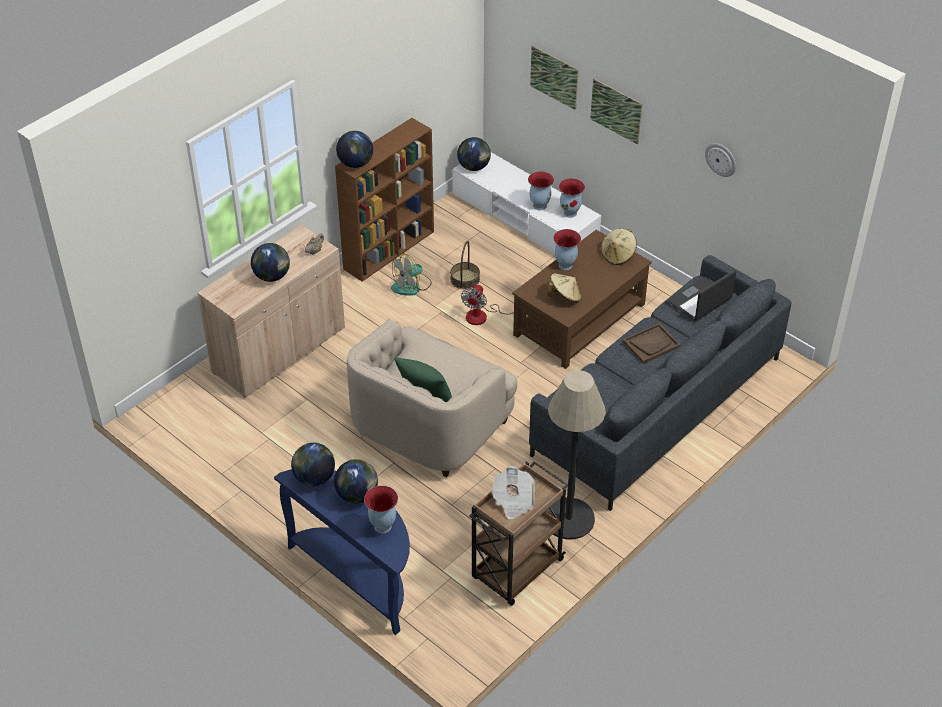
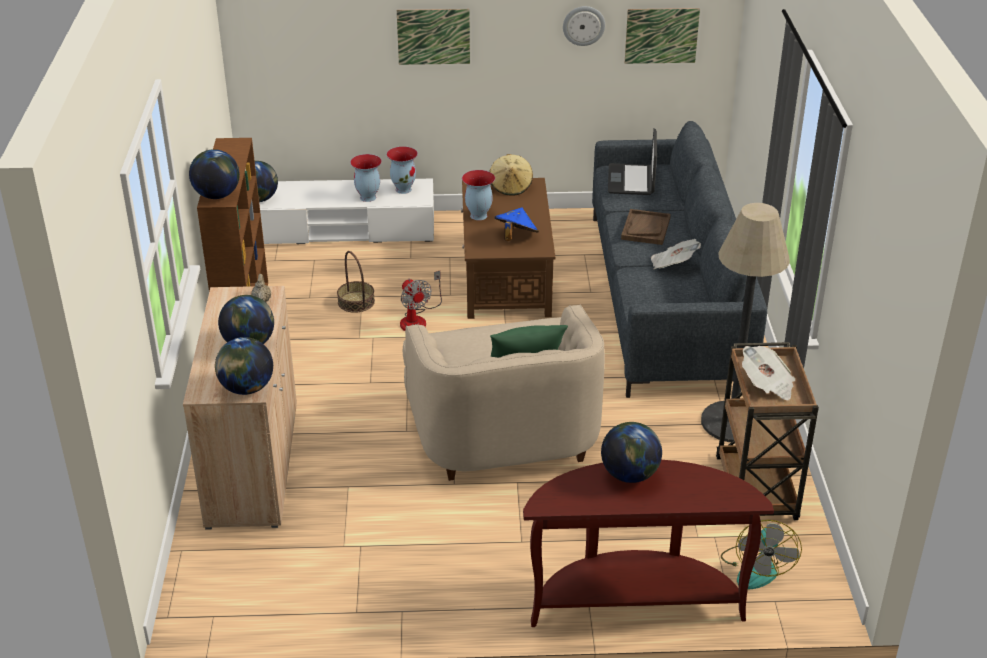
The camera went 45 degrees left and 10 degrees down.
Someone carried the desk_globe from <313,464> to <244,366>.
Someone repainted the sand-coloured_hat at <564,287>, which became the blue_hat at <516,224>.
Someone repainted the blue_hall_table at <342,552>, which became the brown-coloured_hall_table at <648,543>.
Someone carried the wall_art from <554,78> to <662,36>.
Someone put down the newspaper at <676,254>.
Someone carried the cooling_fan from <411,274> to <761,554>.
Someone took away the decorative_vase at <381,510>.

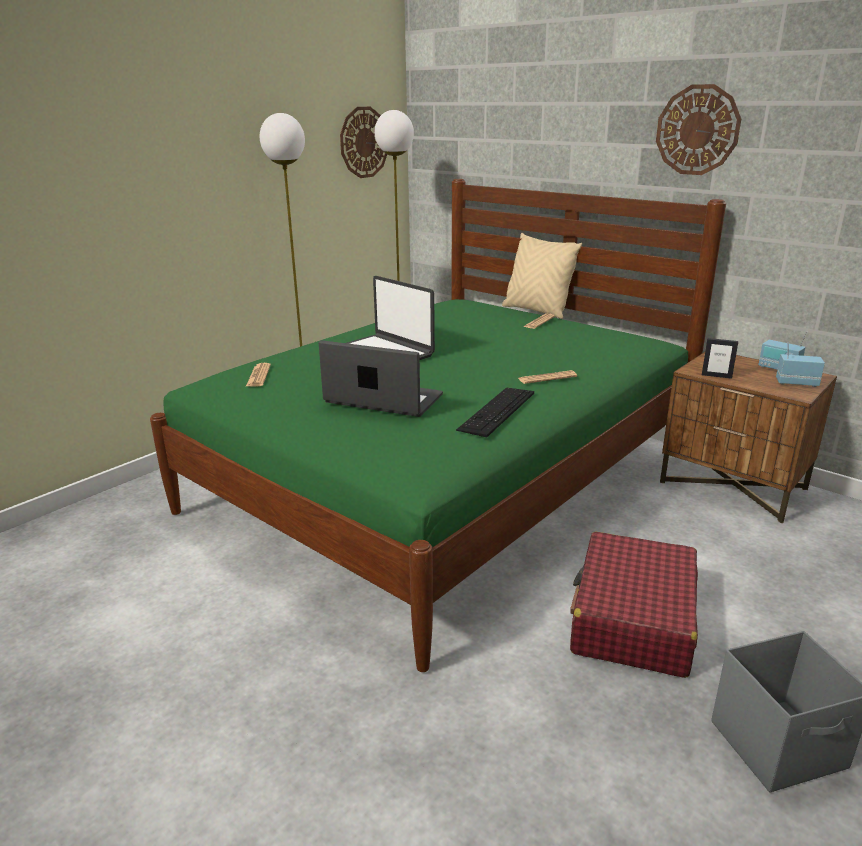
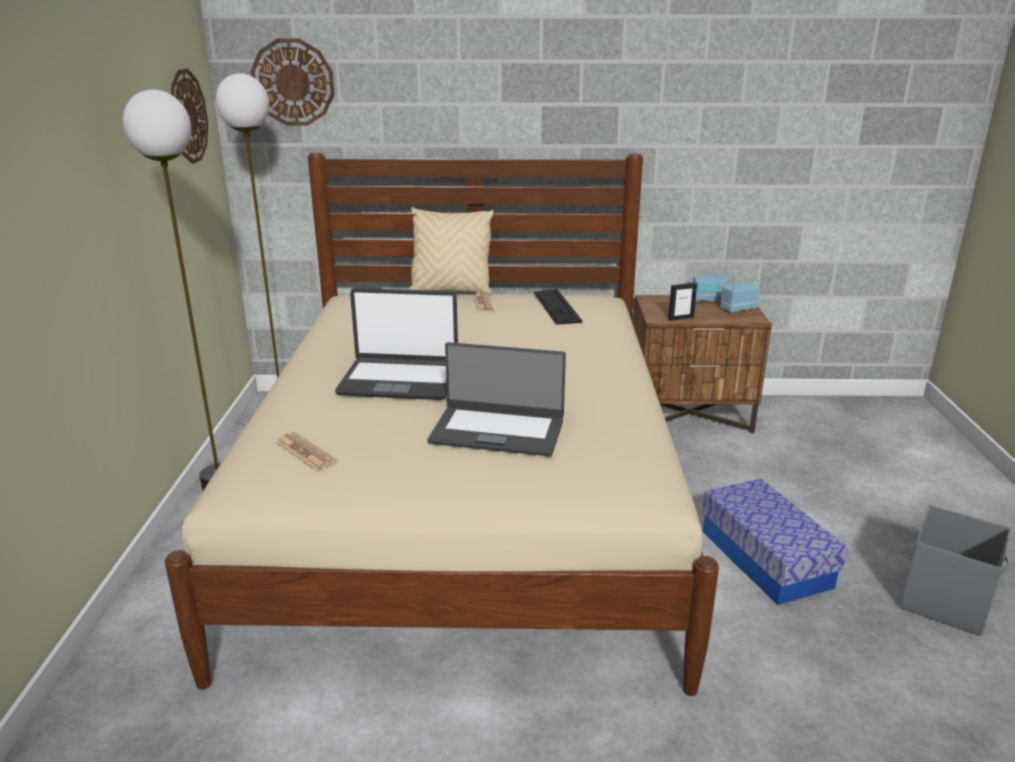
The camera went 40 degrees left and 0 degrees up.
Someone repainted the green-coloured_bed at <438,425>, which became the sand-coloured_bed at <442,424>.
Someone carried the clock_on_the_wall from <698,129> to <292,82>.
Someone rotated the notebook_computer at <381,378> by 150 degrees counterclockwise.
Someone carried the PC_keyboard from <495,412> to <557,307>.
Someone swapped the red-coloured_piece_of_luggage at <634,605> for the storage_box at <775,542>.
Someone took away the newspaper at <547,377>.

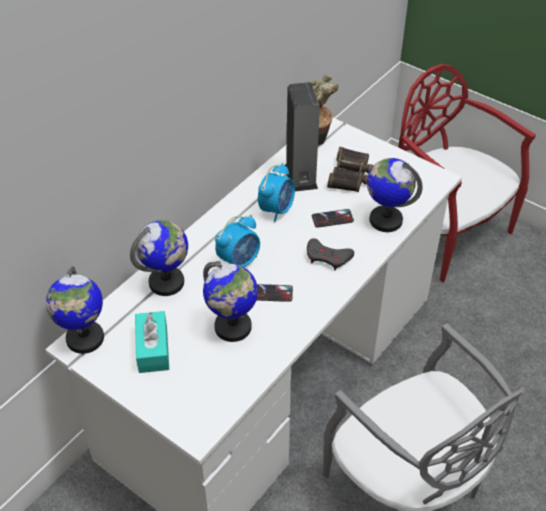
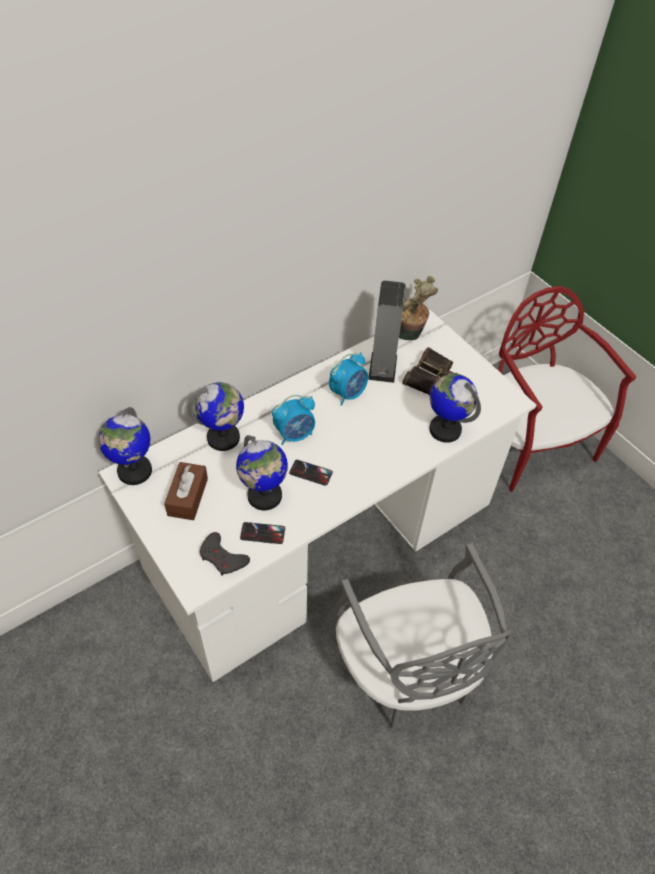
The camera went 15 degrees right and 5 degrees up.
Someone repainted the turquoise-coloured_tissue_box at <152,342>, which became the brown-coloured_tissue_box at <186,491>.
Someone carried the greyish_gamepad from <330,254> to <225,554>.
Someone carried the phone from <333,218> to <262,533>.

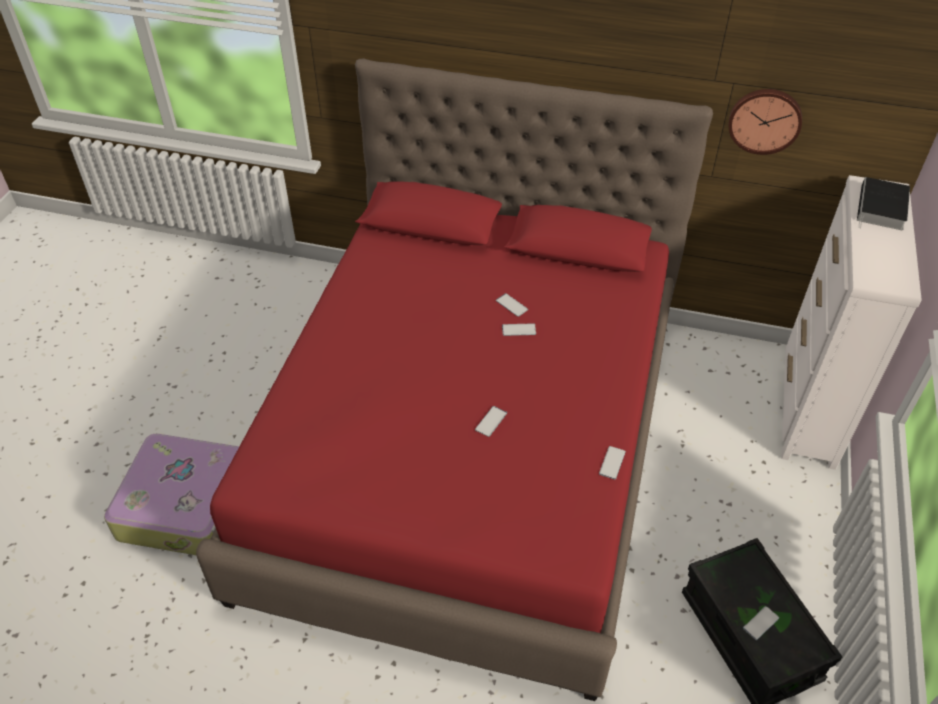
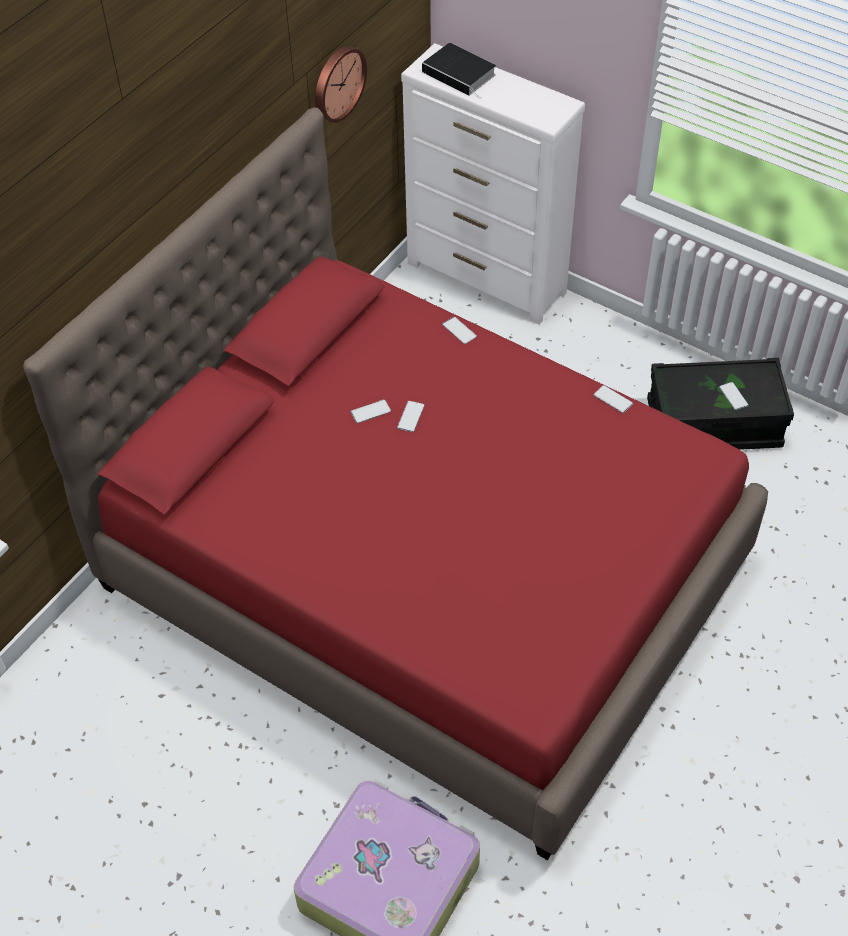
The camera went 70 degrees left and 5 degrees up.
Someone carried the phone from <491,421> to <459,330>.

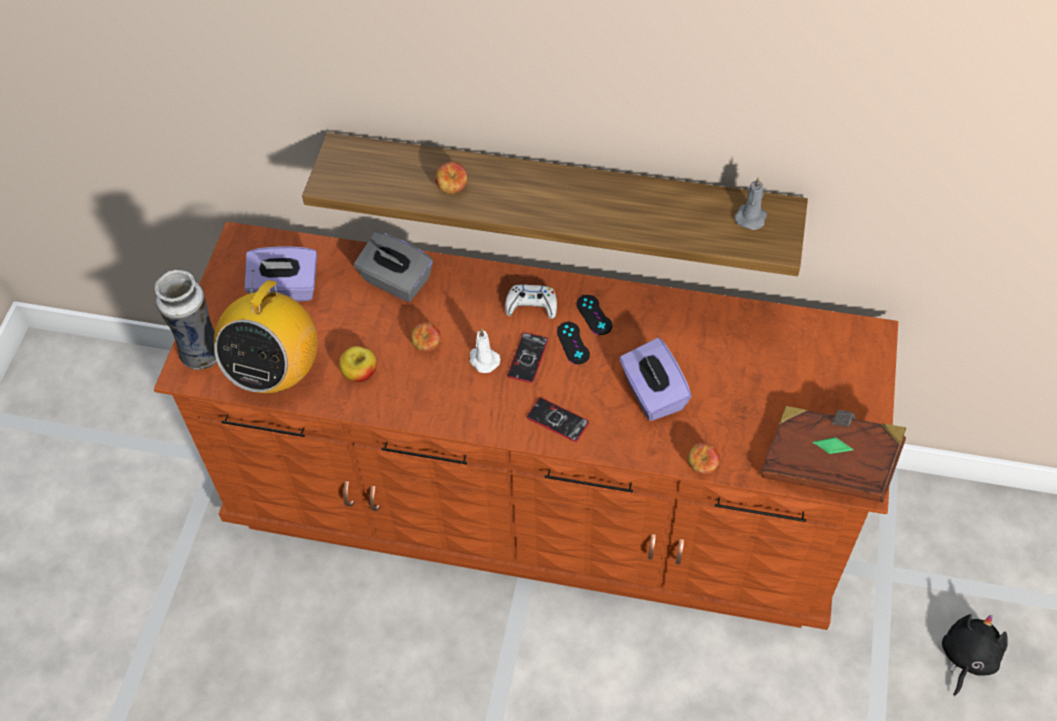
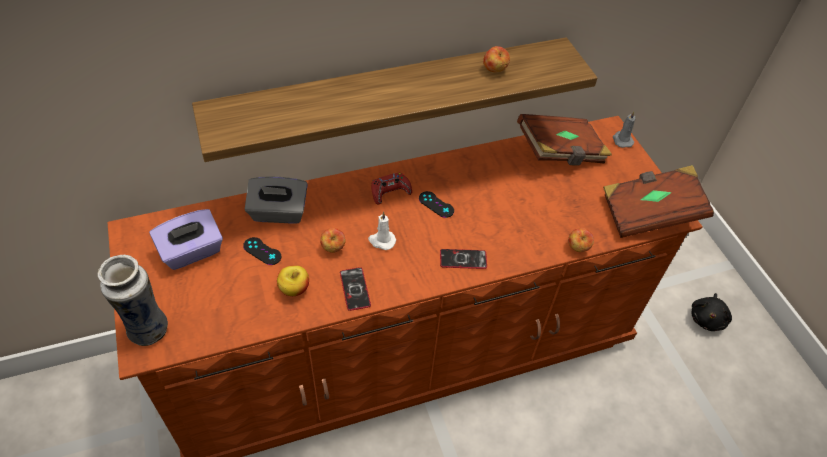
The camera went 35 degrees left and 5 degrees down.
Someone carried the black_gamepad from <595,315> to <262,251>.
Someone carried the phone from <528,357> to <355,289>.
Someone repainted the white-coloured_gamepad at <531,302>, which became the red-coloured_gamepad at <391,188>.
Someone carried the whole_apple from <451,178> to <496,59>.
Someone put down the brown-coloured_volume at <564,140>.
Someone carried the greyish_wax_candle from <750,203> to <624,130>.
Someone rotated the black_plush_toy at <975,655> by 150 degrees counterclockwise.
Someone took away the radio at <266,331>.
Someone took away the purplish_tissue_box at <656,379>.

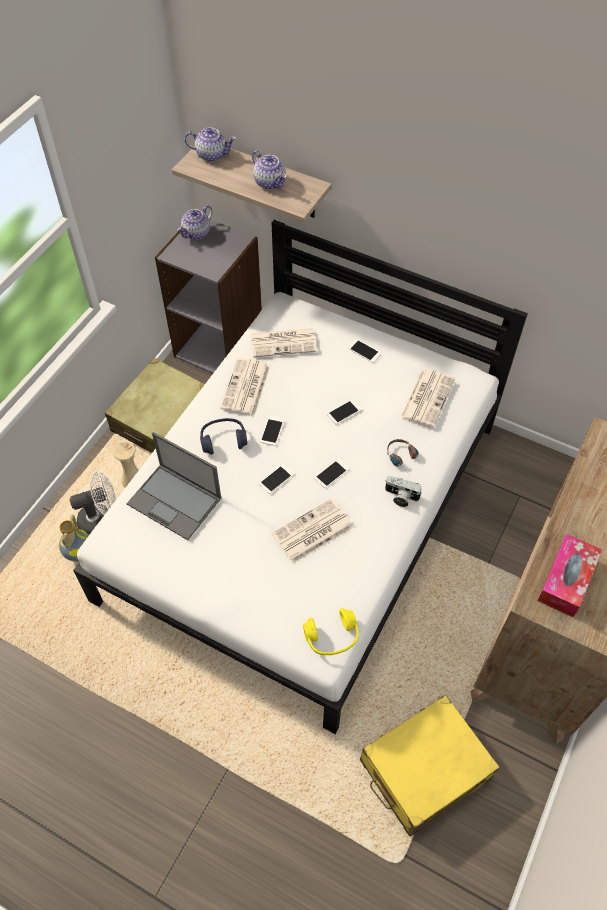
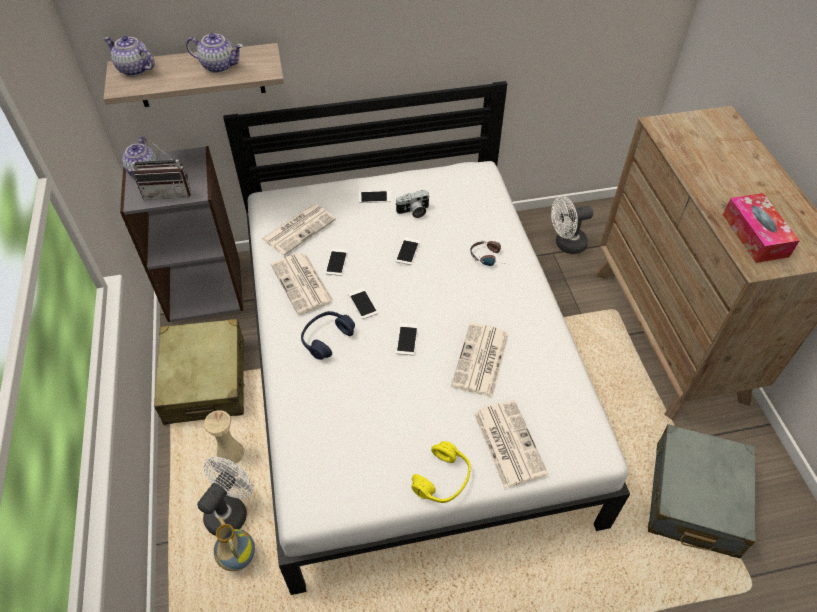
The camera went 40 degrees left and 5 degrees down.
Someone rotated the tea_pot at <210,145> by 120 degrees counterclockwise.
Someone put down the radio at <161,170>.
Someone carried the phone from <332,473> to <336,262>.
Someone carried the photo_camera from <403,491> to <412,204>.
Someone carried the yellowish_headphones from <331,632> to <441,472>.
Someone carried the newspaper from <427,398> to <511,444>.
Someone put down the white-coloured_cooling_fan at <572,225>.
Someone repainted the yellowish_piece_of_luggage at <430,765>, which became the greyish_piece_of_luggage at <702,491>.
Someone took away the notebook_computer at <173,486>.

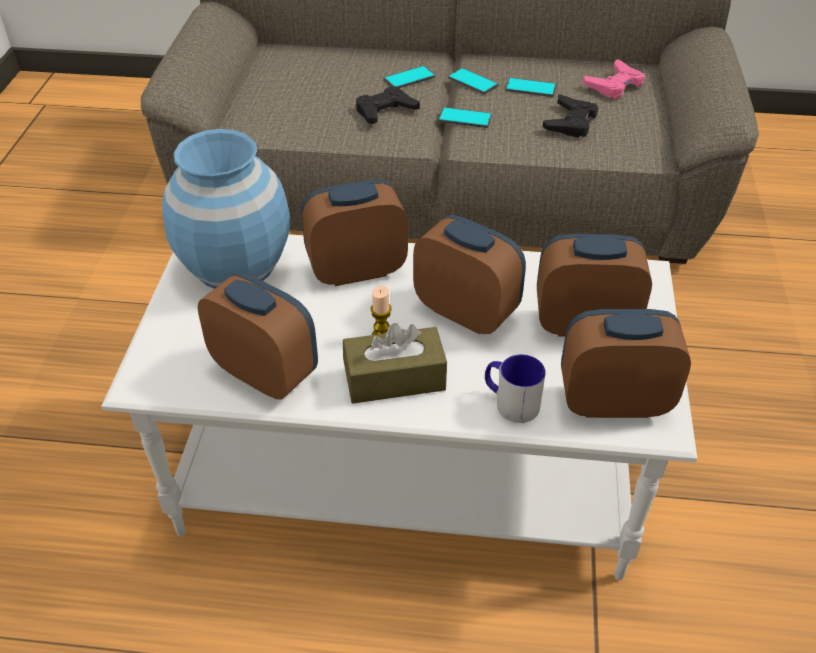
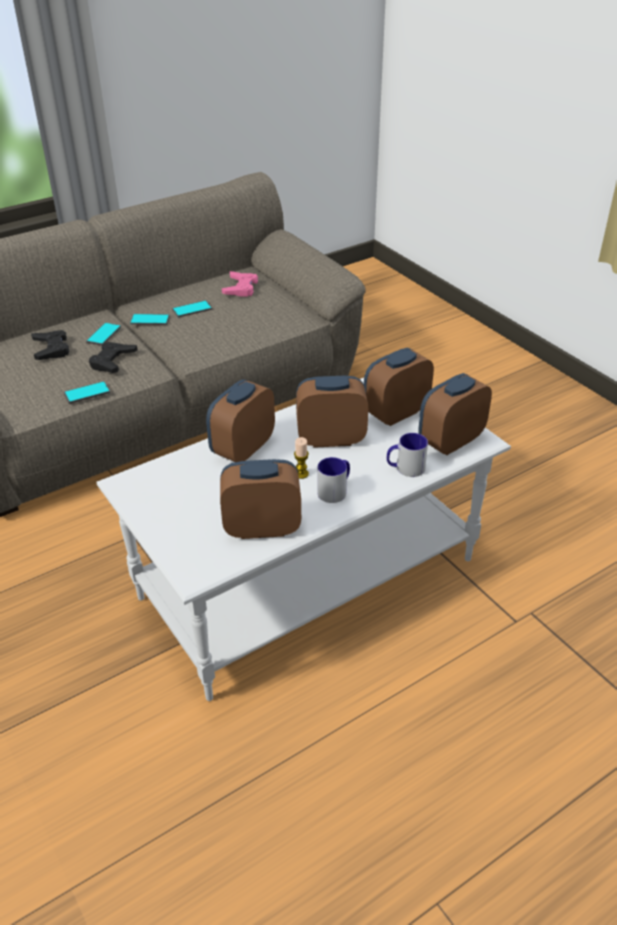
The camera went 40 degrees left and 5 degrees down.
Someone carried the black_gamepad from <570,115> to <50,345>.
Someone carried the phone from <465,117> to <87,392>.
Someone swapped the brown-coloured_tissue_box at <395,363> for the coffee_mug at <334,480>.
Someone took away the blue_decorative_vase at <226,209>.

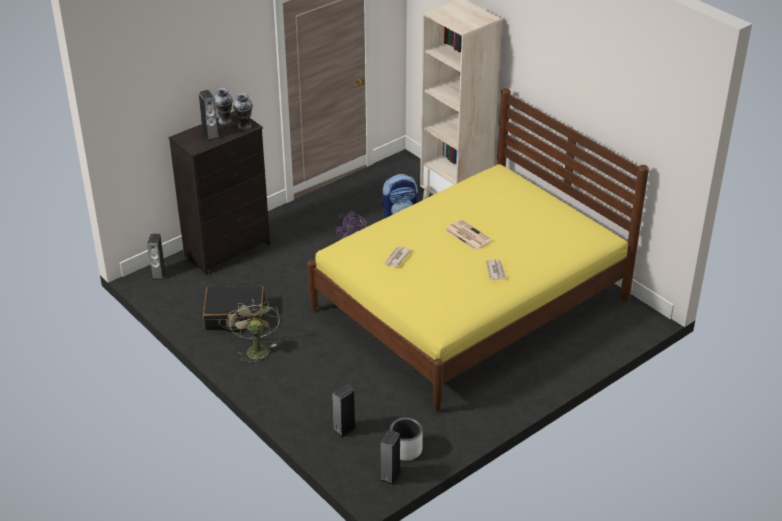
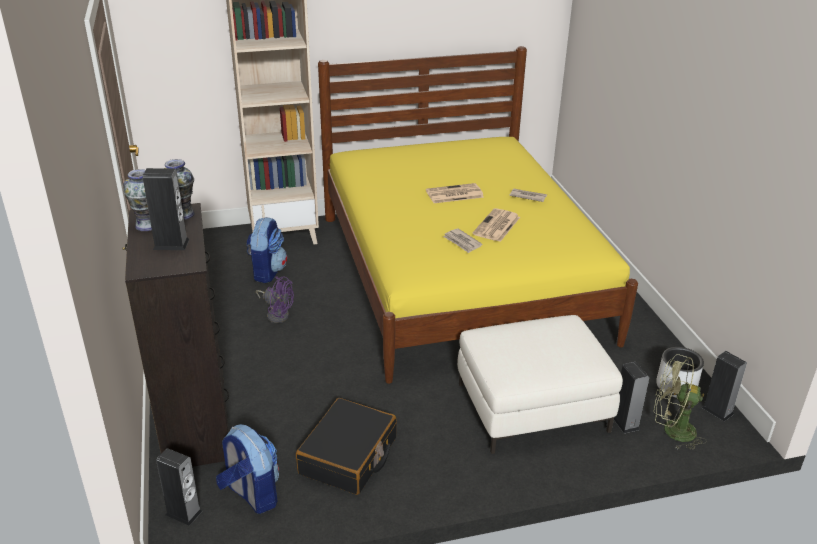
The camera went 65 degrees left and 5 degrees down.
Someone put down the backpack at <247,469>.
Someone put down the white-coloured_pouffe at <540,384>.
Someone put down the newspaper at <496,225>.
Someone carried the green-coloured_cooling_fan from <254,332> to <680,402>.

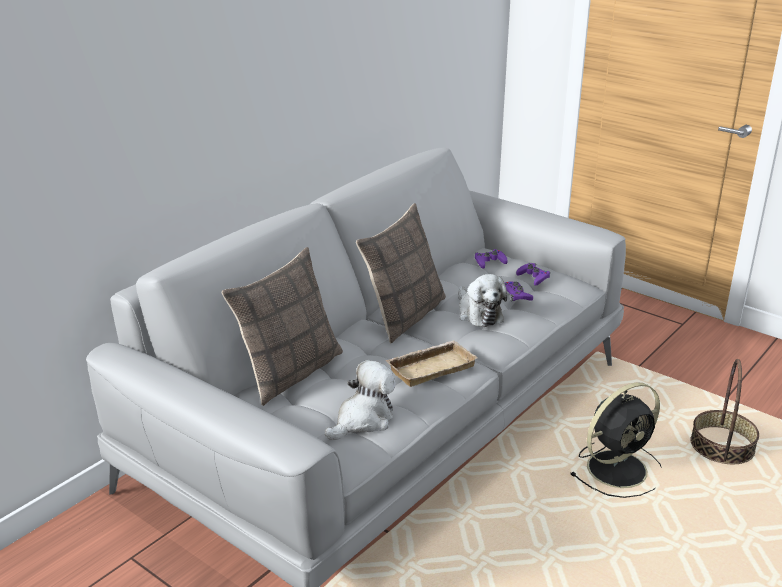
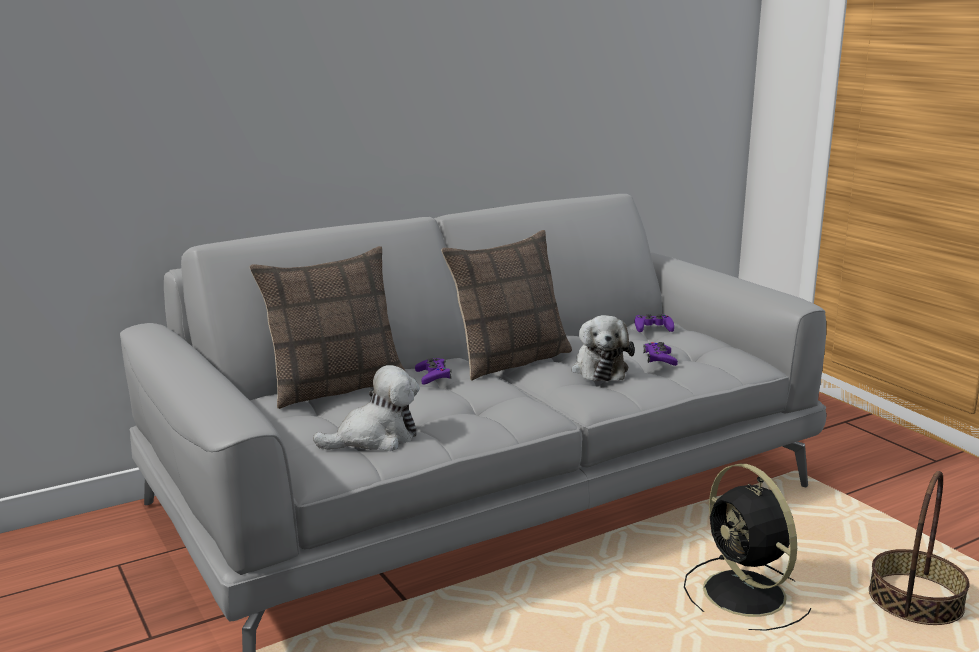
The camera went 20 degrees right and 10 degrees down.
Someone carried the purplish_gamepad from <533,274> to <433,371>.
Someone rotated the black_cooling_fan at <616,440> by 75 degrees clockwise.
Someone took away the sand-coloured_serving_tray at <431,363>.

